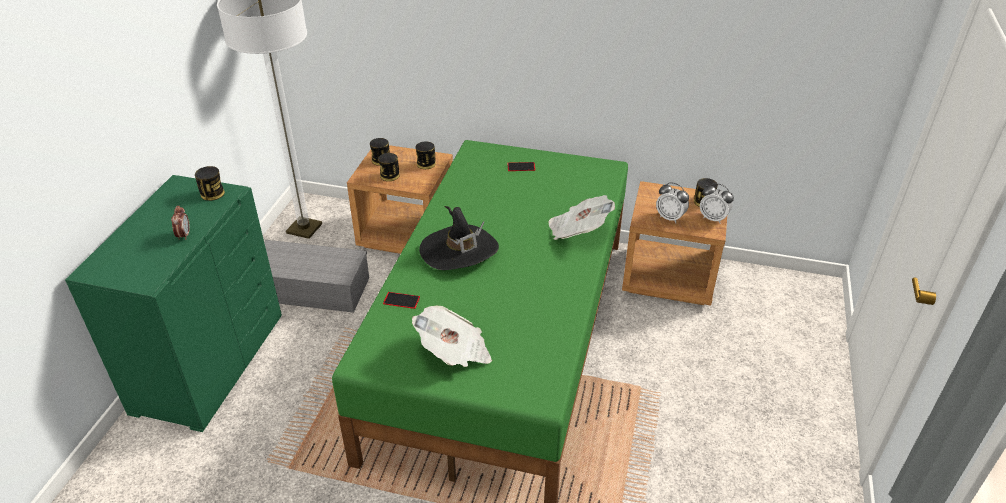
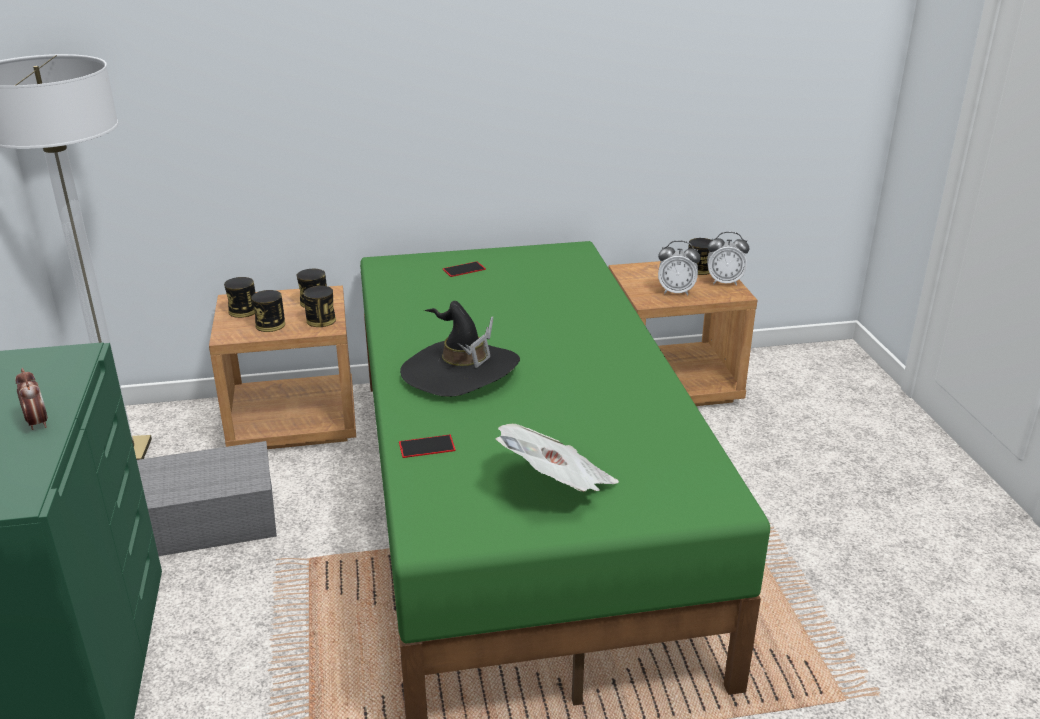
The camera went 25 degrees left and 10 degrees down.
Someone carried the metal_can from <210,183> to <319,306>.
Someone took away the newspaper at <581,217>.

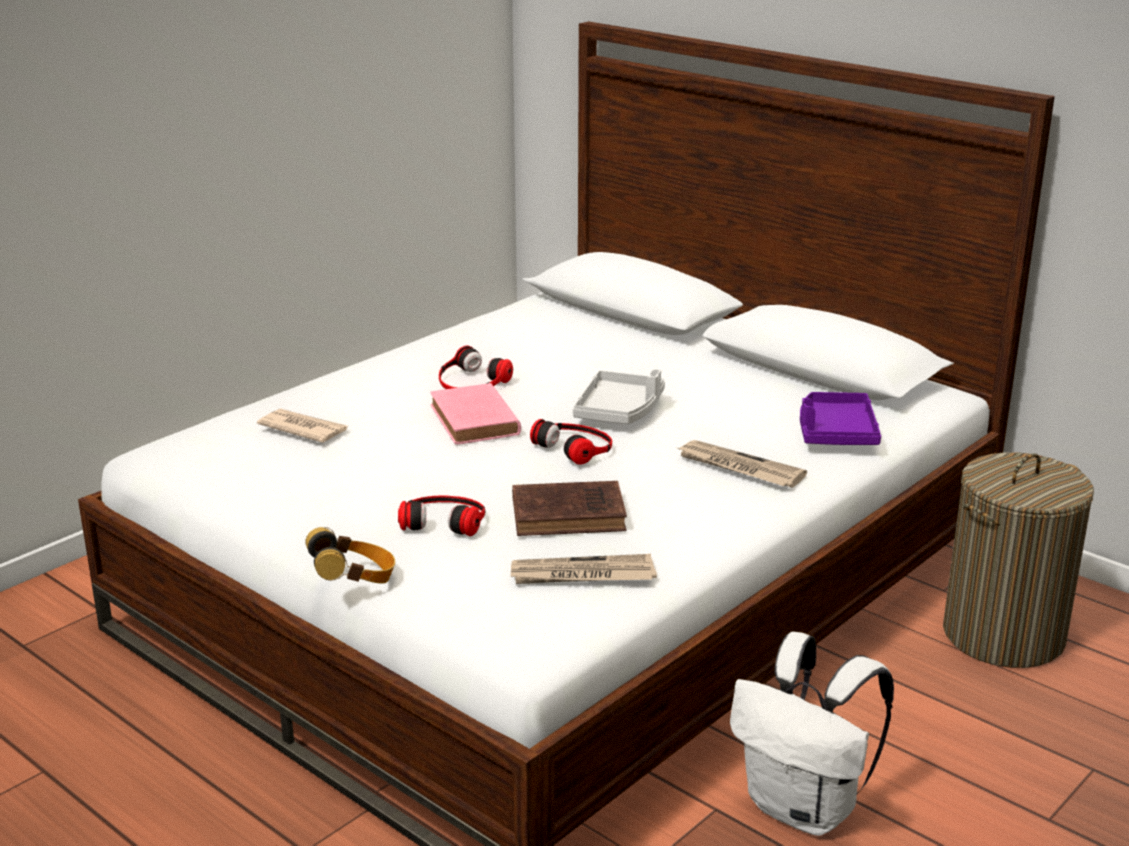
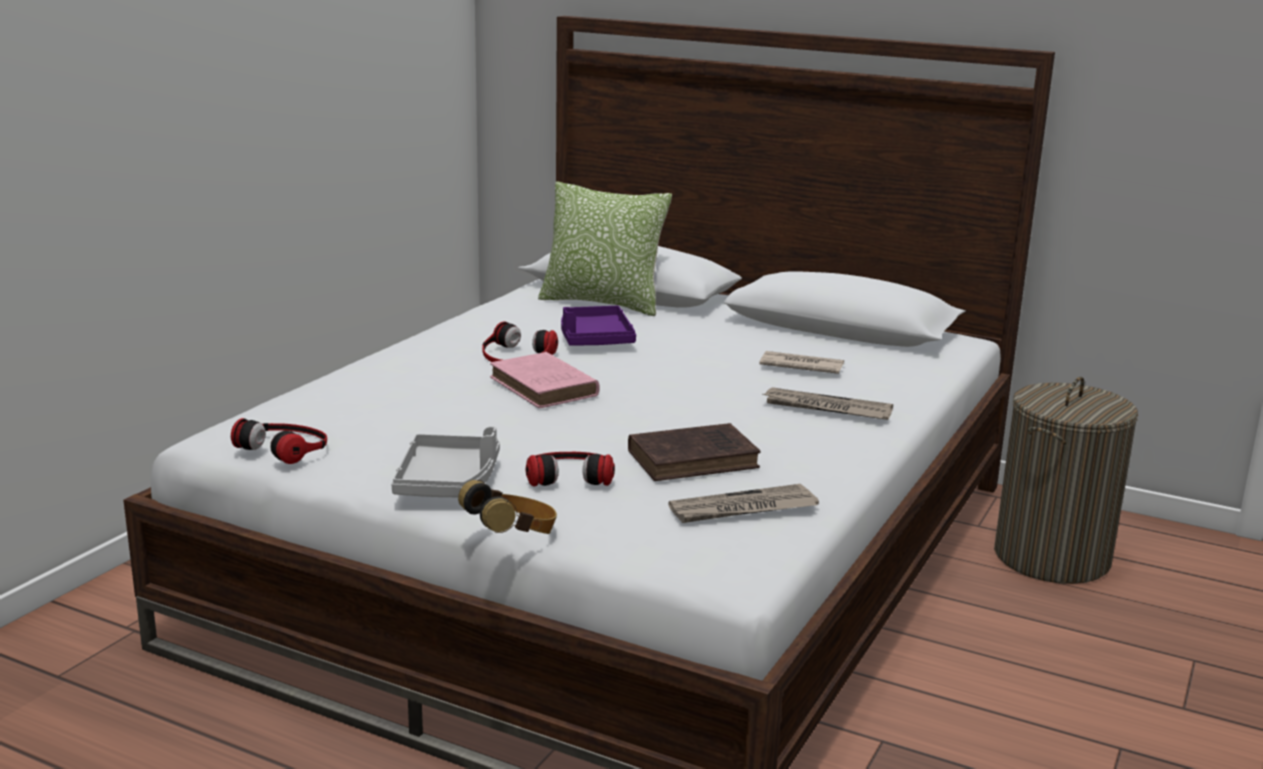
The camera went 15 degrees left and 5 degrees down.
Someone carried the headphones from <571,442> to <279,441>.
Someone carried the greyish_serving_tray from <619,396> to <445,461>.
Someone put down the cushion at <605,248>.
Someone carried the purplish_serving_tray from <840,418> to <598,326>.
Someone carried the newspaper from <302,425> to <801,362>.
Someone took away the white-coloured_backpack at <812,734>.

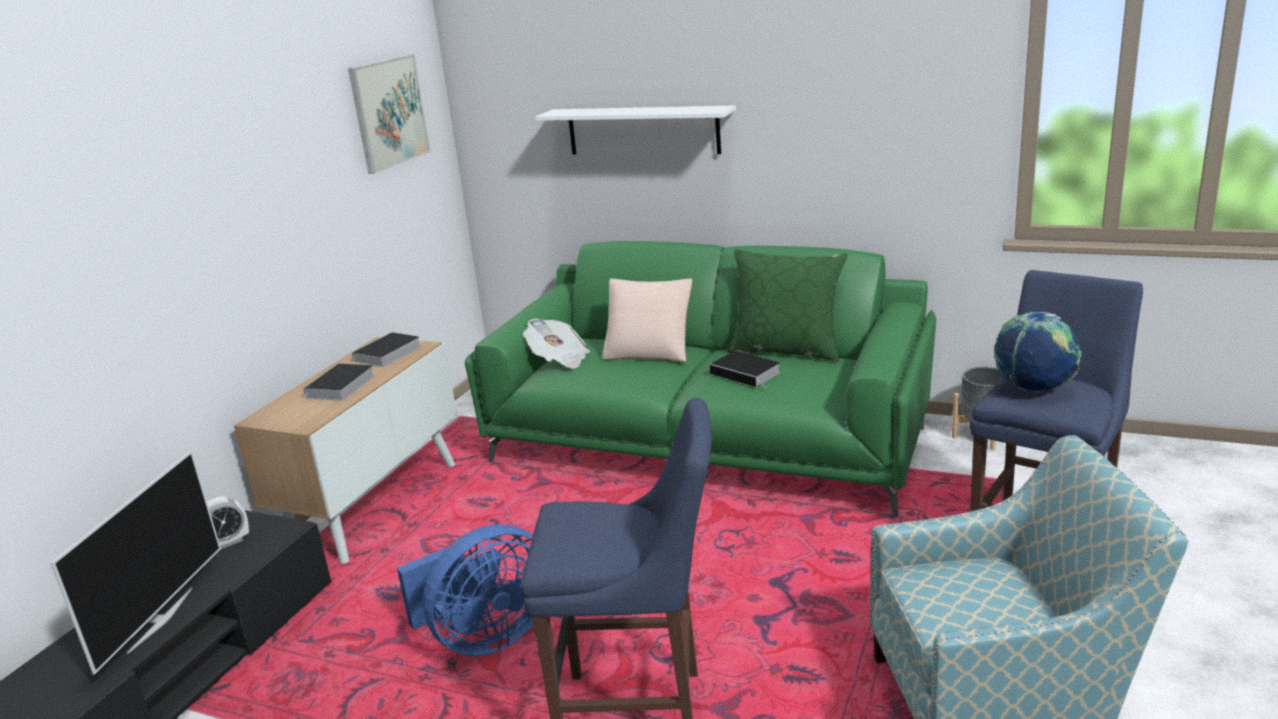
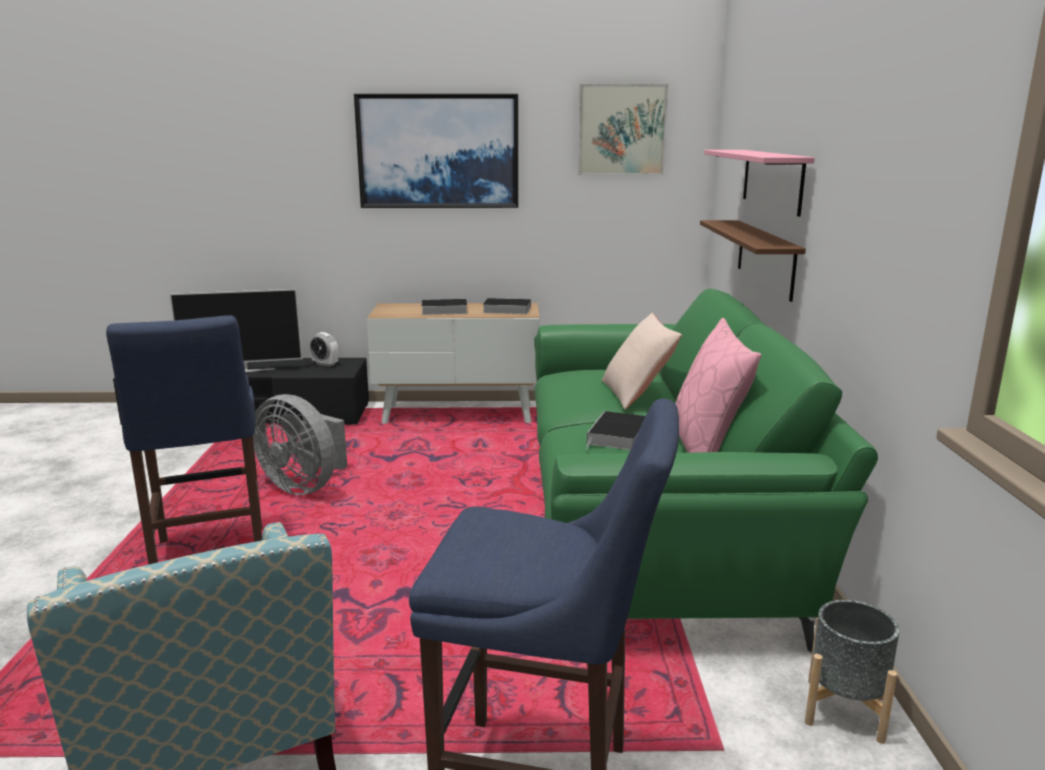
The camera went 65 degrees right and 5 degrees down.
Someone repainted the blue_cooling_fan at <465,590>, which became the greyish_cooling_fan at <300,444>.
Someone put up the wall_art at <436,151>.
Someone repainted the green-coloured_cushion at <787,305>, which became the pink-coloured_cushion at <718,385>.
Someone put up the brown-coloured_shelf at <753,261>.
Someone repainted the white-coloured_shelf at <635,130>, which became the pink-coloured_shelf at <759,183>.
Someone took away the newspaper at <556,344>.
Someone took away the desk_globe at <1038,352>.

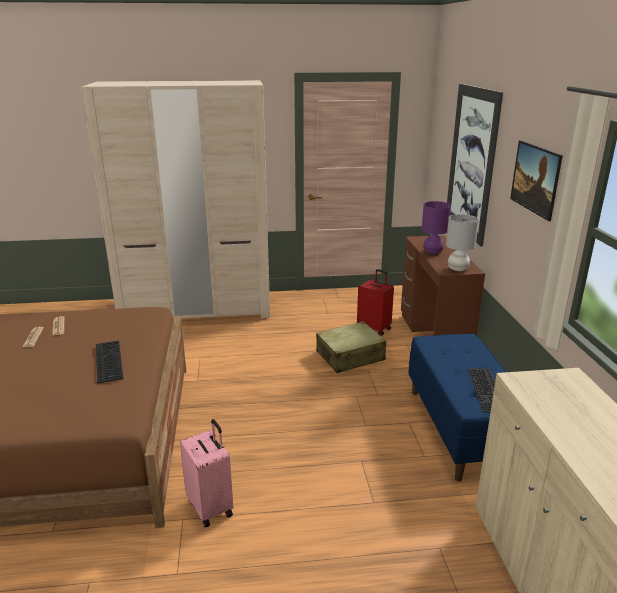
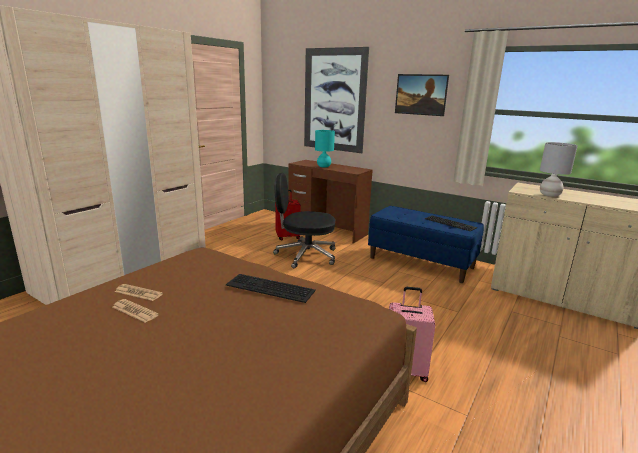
The camera went 50 degrees left and 5 degrees down.
Someone swapped the sand-coloured_piece_of_luggage at <351,347> for the black_office_chair at <304,220>.
Someone repainted the purplish_table_lamp at <436,227>, which became the turquoise-coloured_table_lamp at <325,149>.
Someone carried the greyish_table_lamp from <462,242> to <559,169>.

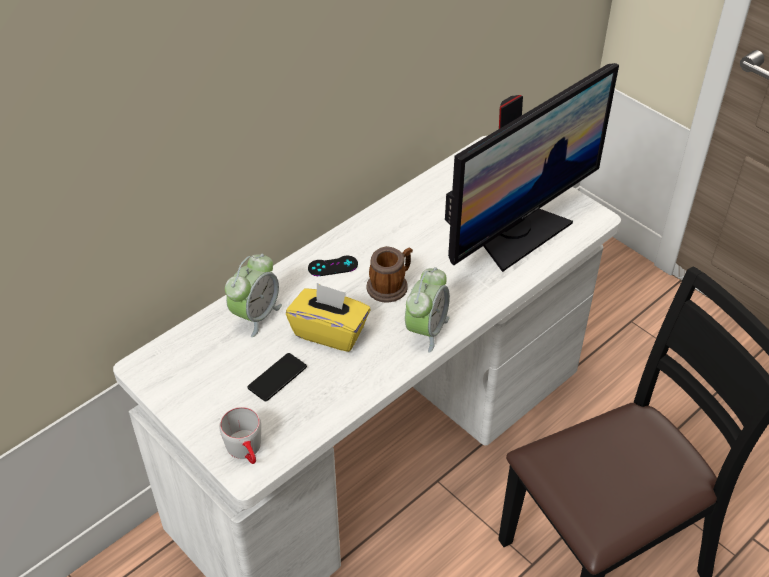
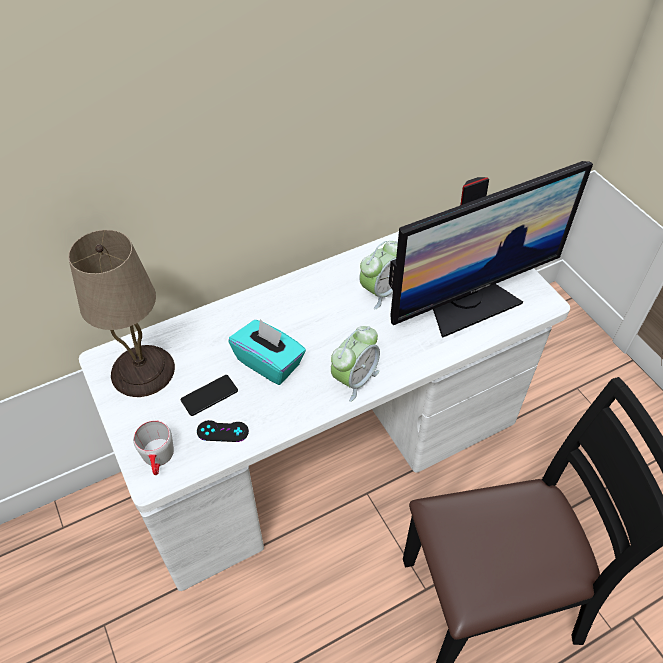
The camera went 15 degrees right and 5 degrees up.
Someone put down the sand-coloured_table_lamp at <121,313>.
Someone carried the black_gamepad from <333,266> to <223,431>.
Someone repainted the yellowish_tissue_box at <328,317>, which became the turquoise-coloured_tissue_box at <267,352>.
Someone carried the alarm_clock from <253,295> to <378,275>.
Someone took away the coffee_mug at <389,274>.

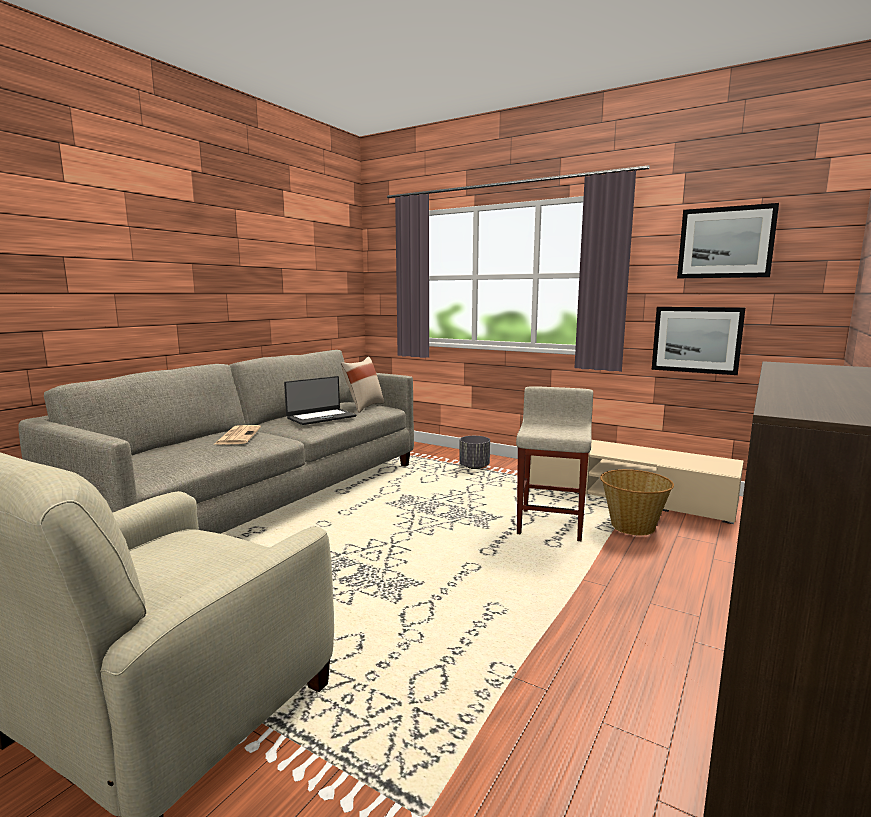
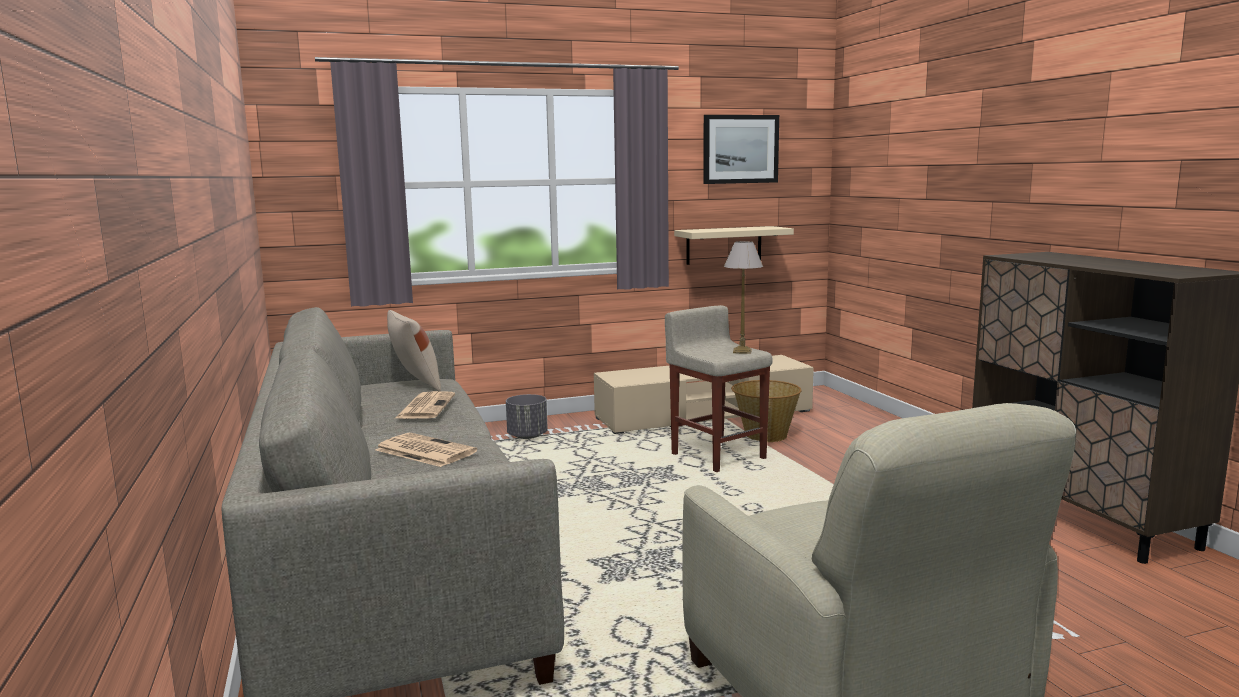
The camera went 50 degrees left and 0 degrees up.
Someone swapped the notebook_computer at <320,400> for the newspaper at <424,405>.
Someone swapped the wall_art at <698,341> for the sand-coloured_shelf at <734,245>.
Someone put down the table_lamp at <743,297>.

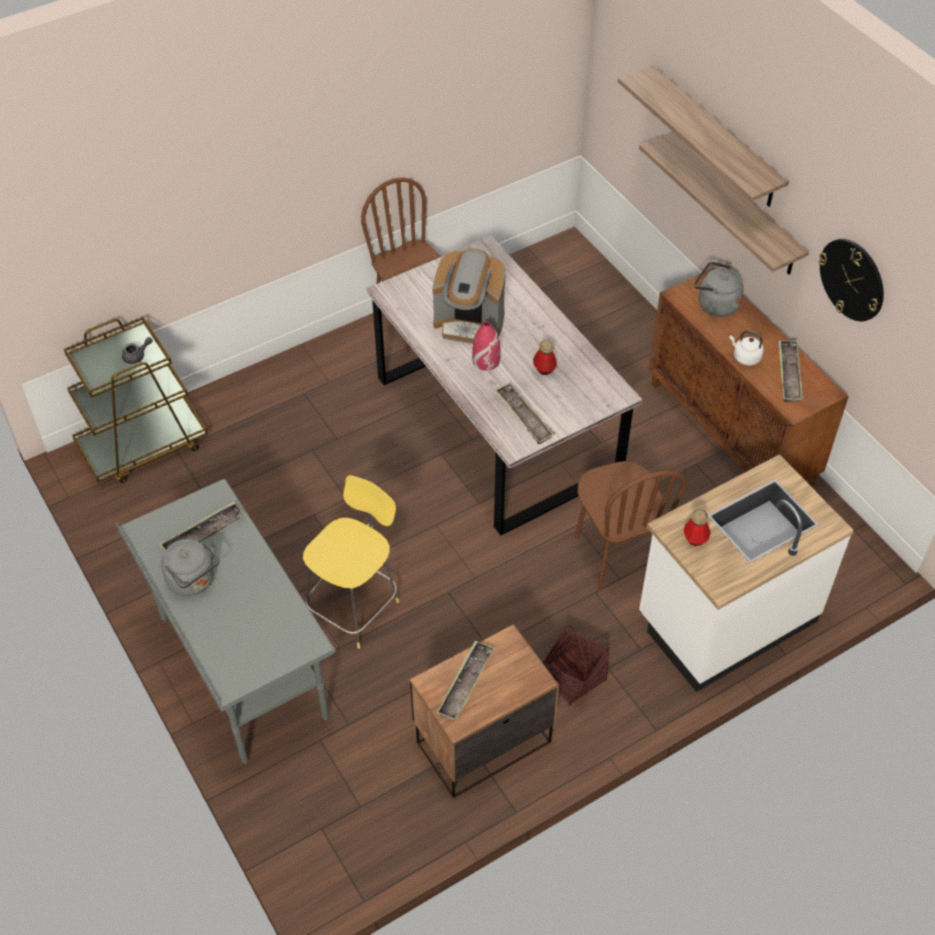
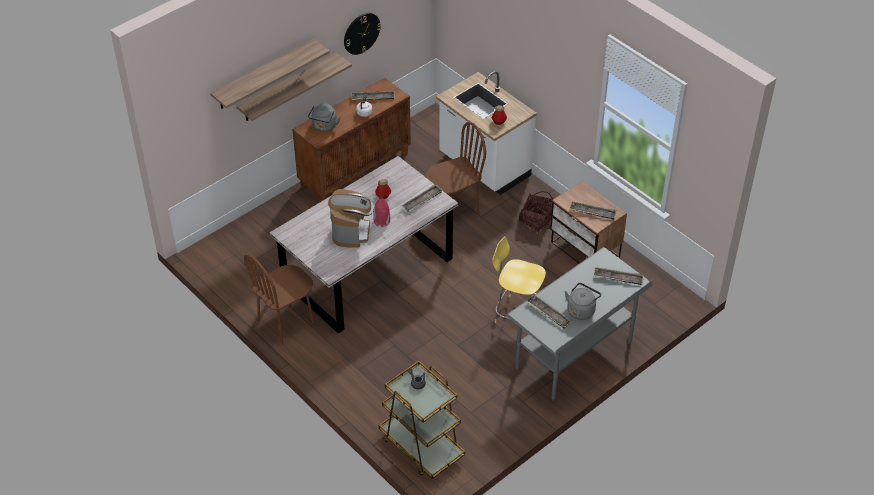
The camera went 100 degrees left and 5 degrees down.
Someone put down the serving_tray at <619,276>.

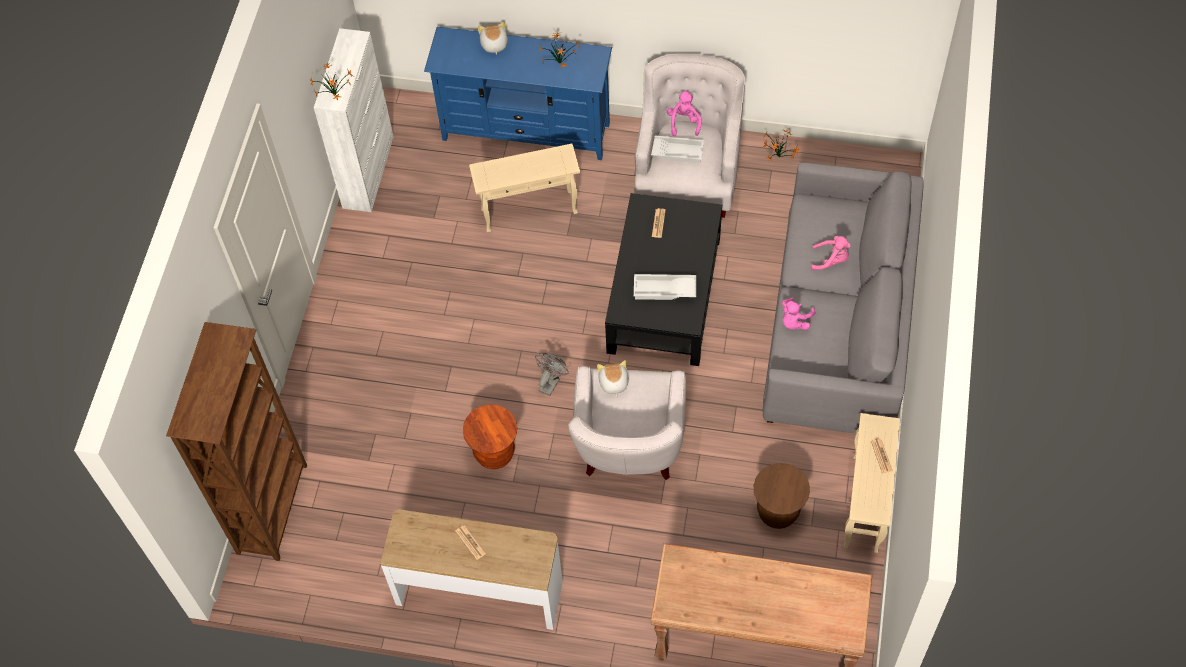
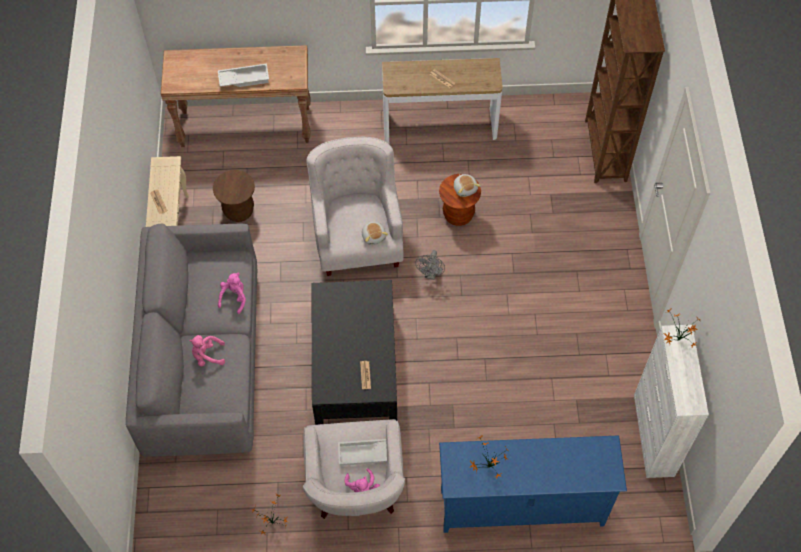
The camera went 165 degrees right and 0 degrees up.
Someone carried the white-coloured_serving_tray from <665,287> to <243,75>.
Someone carried the plush_toy from <493,38> to <467,185>.
Someone took away the sand-coloured_accent_table at <524,188>.

